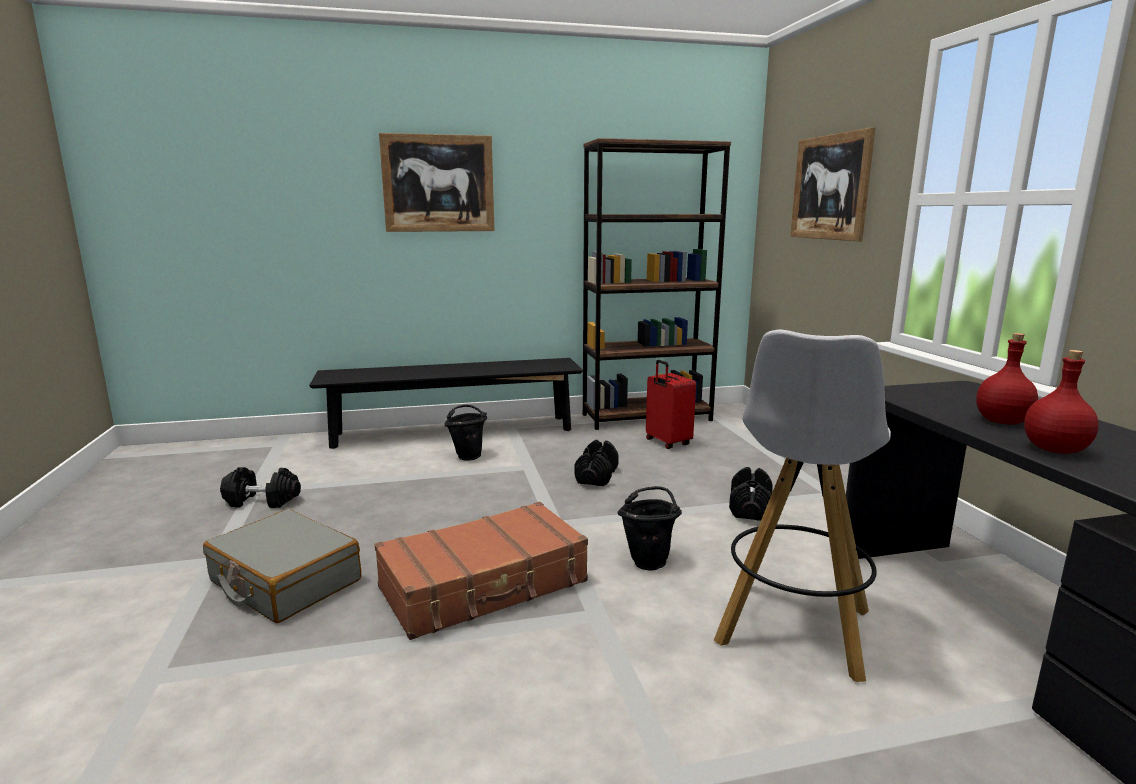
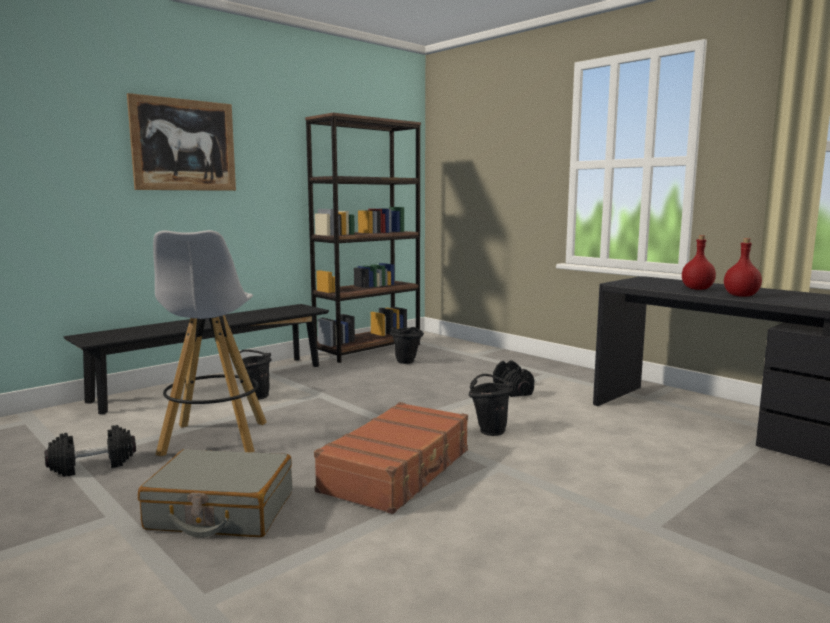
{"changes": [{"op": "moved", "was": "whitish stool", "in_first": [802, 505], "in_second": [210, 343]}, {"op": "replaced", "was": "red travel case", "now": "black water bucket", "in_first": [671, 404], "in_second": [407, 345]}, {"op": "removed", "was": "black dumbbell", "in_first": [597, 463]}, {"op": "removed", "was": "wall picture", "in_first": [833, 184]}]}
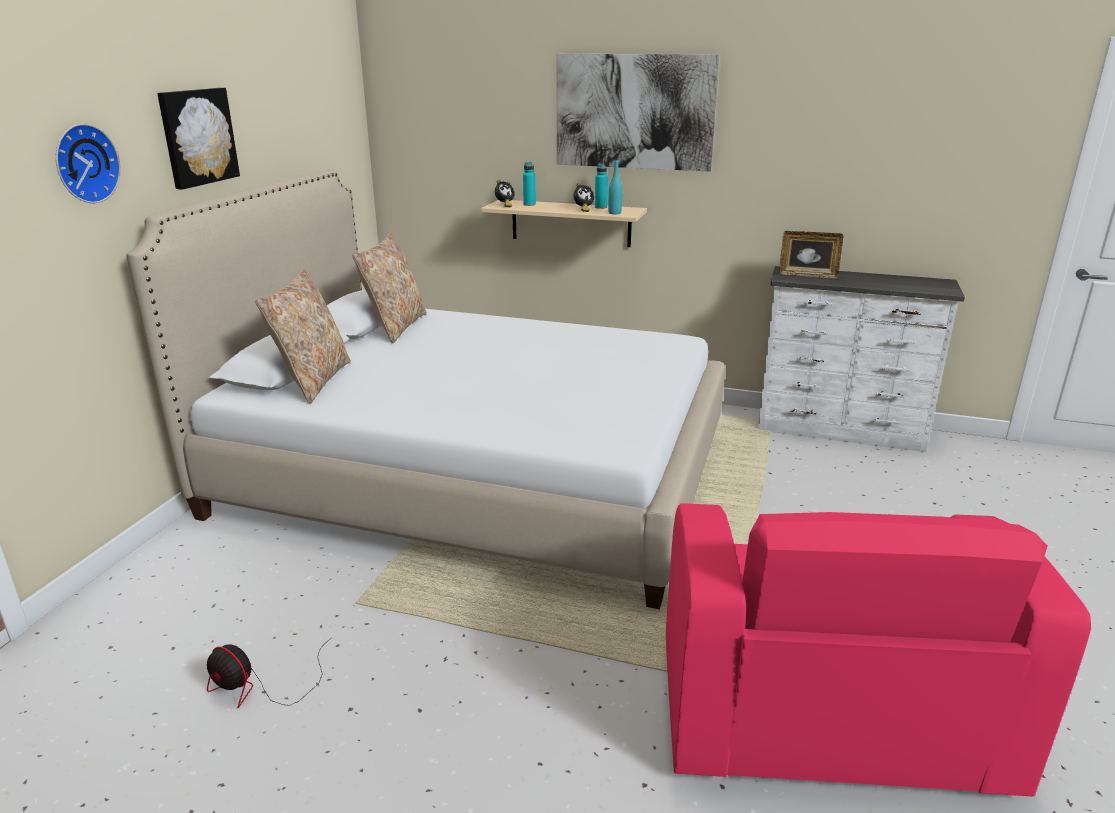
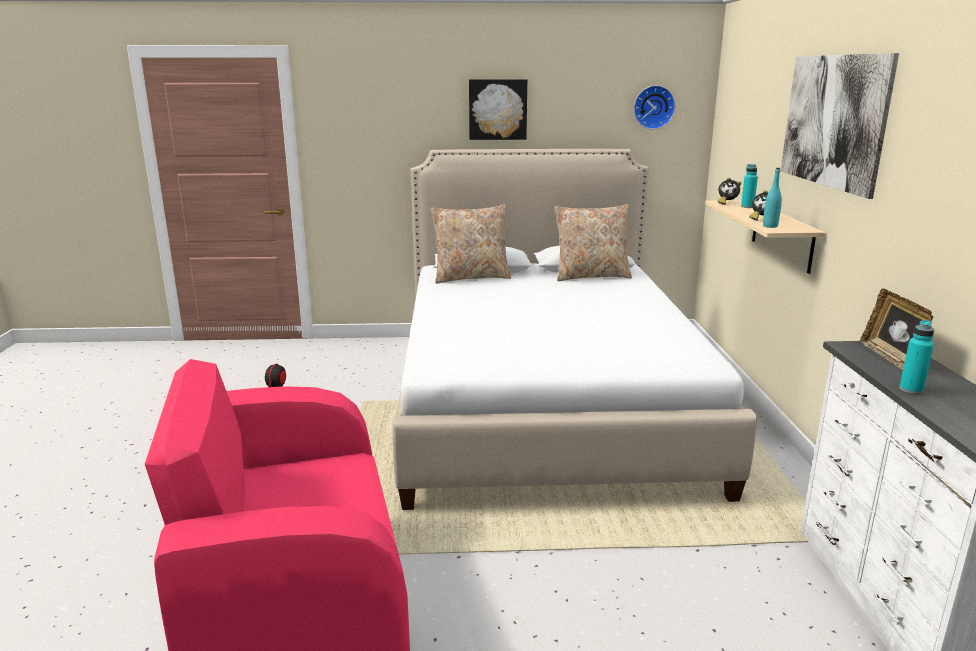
{"changes": [{"op": "moved", "was": "wall clock", "in_first": [88, 163], "in_second": [654, 107]}, {"op": "moved", "was": "turquoise-coloured beverage bottle", "in_first": [601, 186], "in_second": [916, 357]}]}
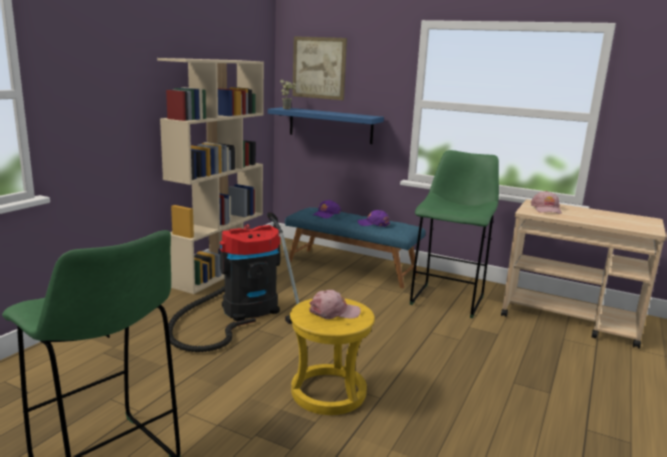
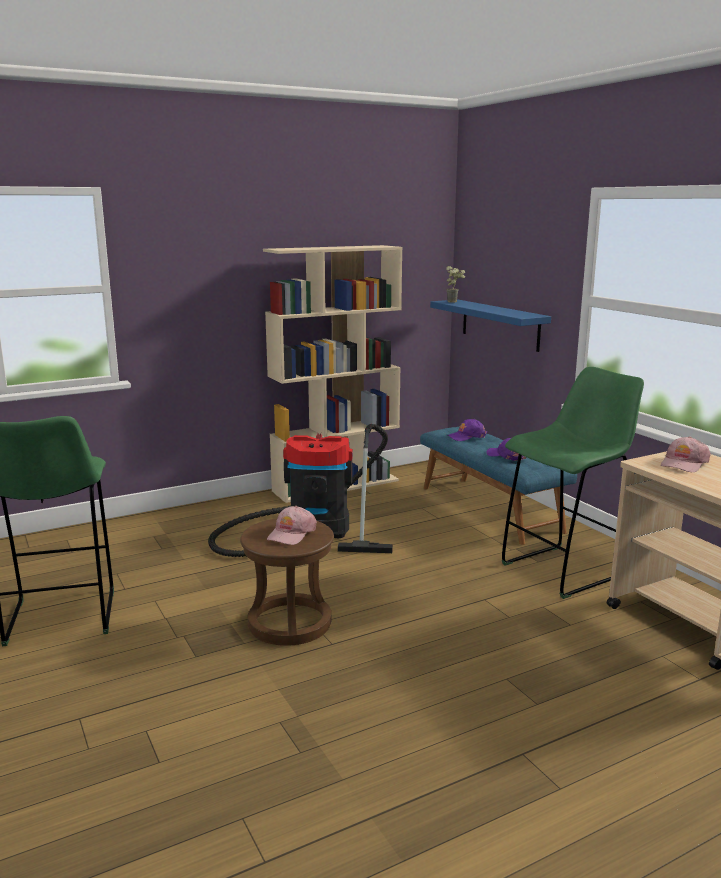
{"changes": [{"op": "recoloured", "was": "yellow stool", "now": "brown-coloured stool", "in_first": [332, 356], "in_second": [287, 582]}, {"op": "turned", "was": "pink peaked cap", "in_first": [335, 304], "in_second": [292, 525], "clockwise": 90}, {"op": "removed", "was": "wall picture", "in_first": [319, 68]}]}
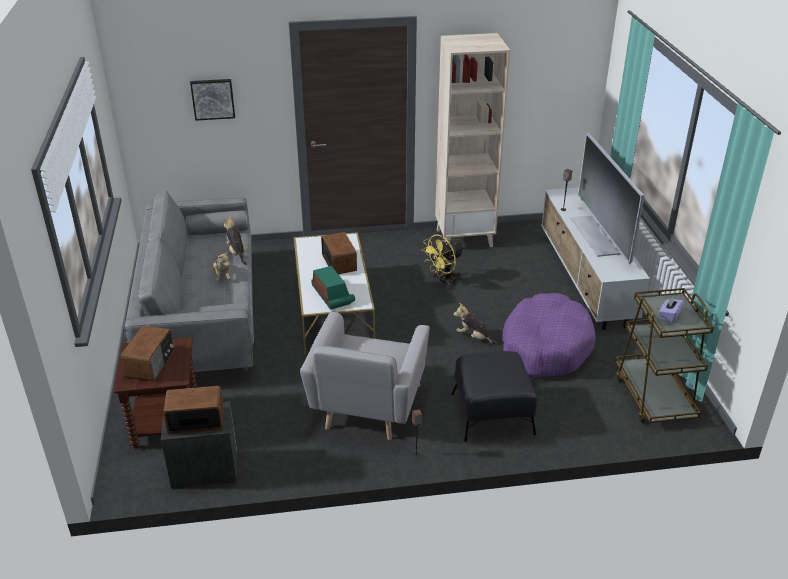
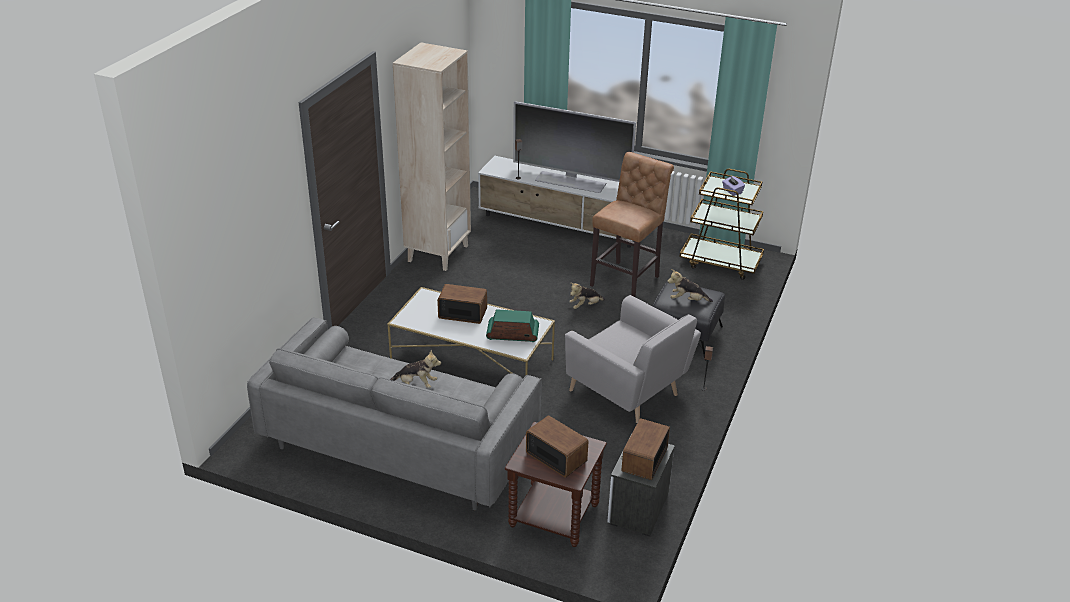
{"changes": [{"op": "replaced", "was": "purple-coloured dog cushion", "now": "brown-coloured stool", "in_first": [549, 335], "in_second": [632, 224]}, {"op": "moved", "was": "cuddly toy", "in_first": [236, 240], "in_second": [690, 285]}, {"op": "removed", "was": "wall picture", "in_first": [212, 100]}, {"op": "removed", "was": "yellow electric fan", "in_first": [442, 261]}]}
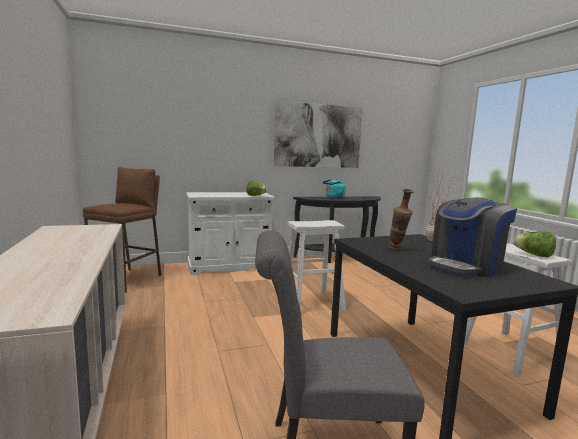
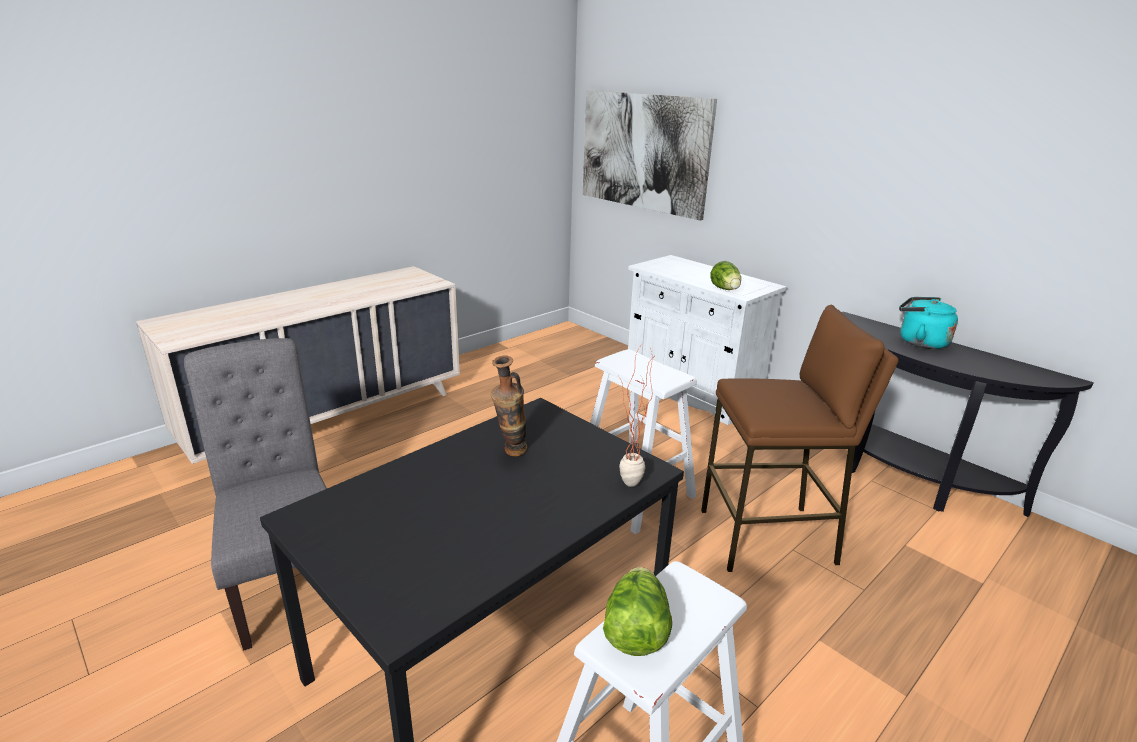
{"changes": [{"op": "moved", "was": "wall picture", "in_first": [318, 134], "in_second": [650, 155]}, {"op": "moved", "was": "brown-coloured stool", "in_first": [122, 230], "in_second": [800, 438]}, {"op": "removed", "was": "coffee brewer", "in_first": [473, 237]}]}
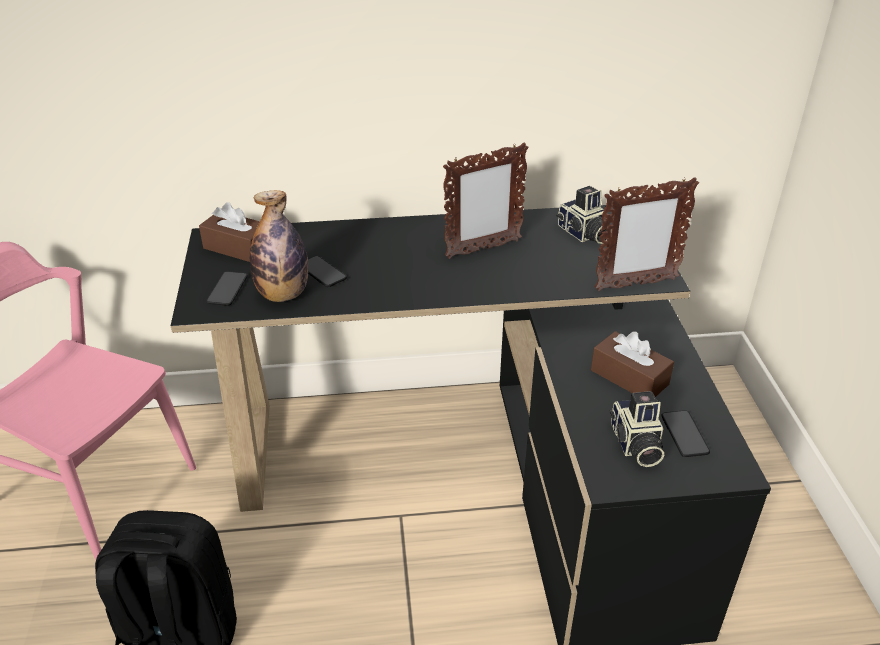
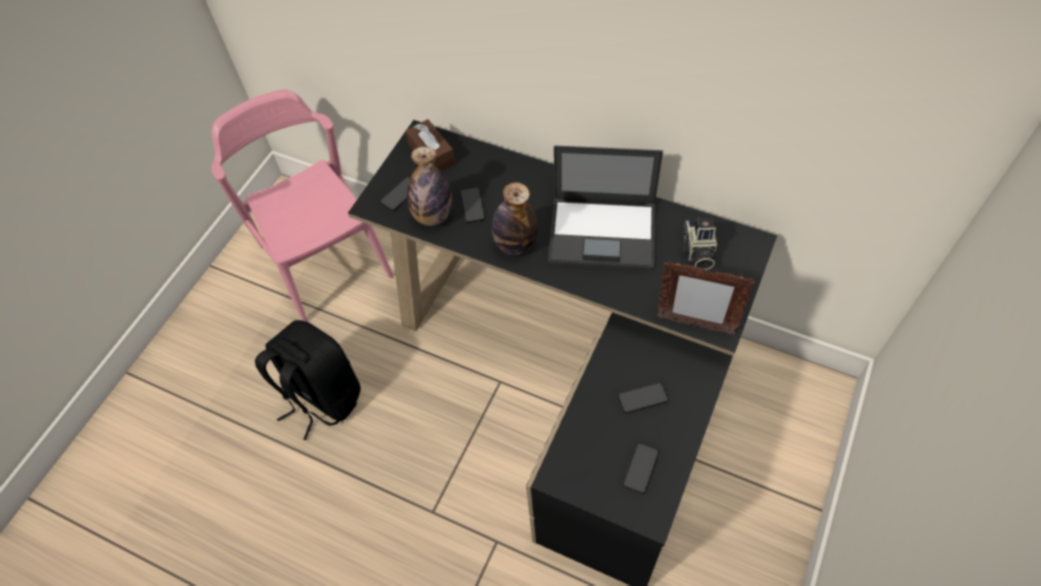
{"changes": [{"op": "added", "now": "beverage bottle", "in_second": [515, 218]}, {"op": "replaced", "was": "photo frame", "now": "portable computer", "in_first": [486, 201], "in_second": [605, 207]}, {"op": "replaced", "was": "brown-coloured tissue box", "now": "phone", "in_first": [632, 364], "in_second": [643, 397]}, {"op": "removed", "was": "photo camera", "in_first": [636, 429]}]}
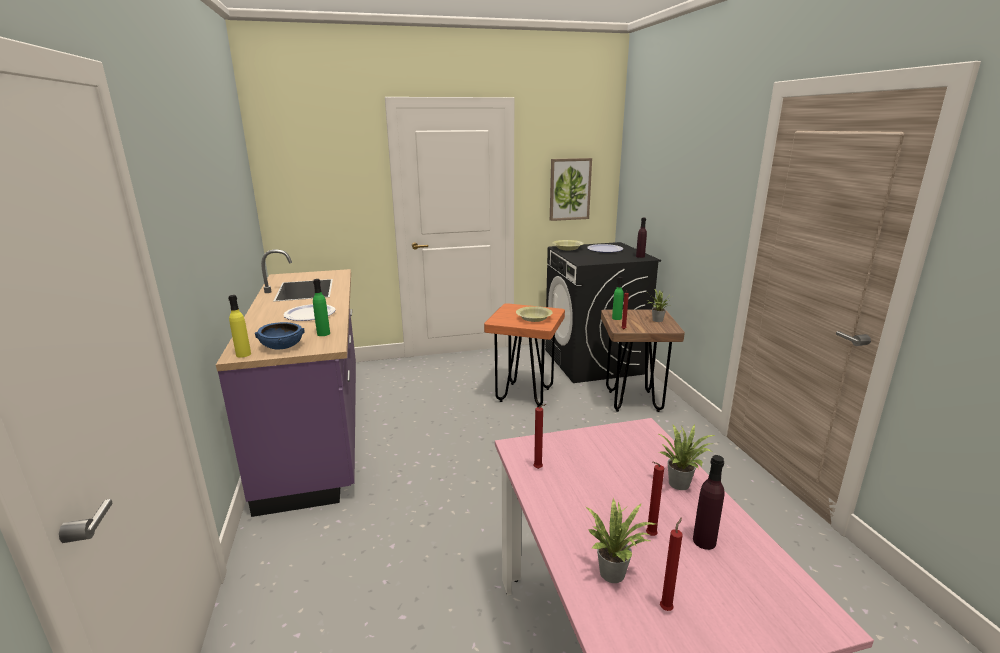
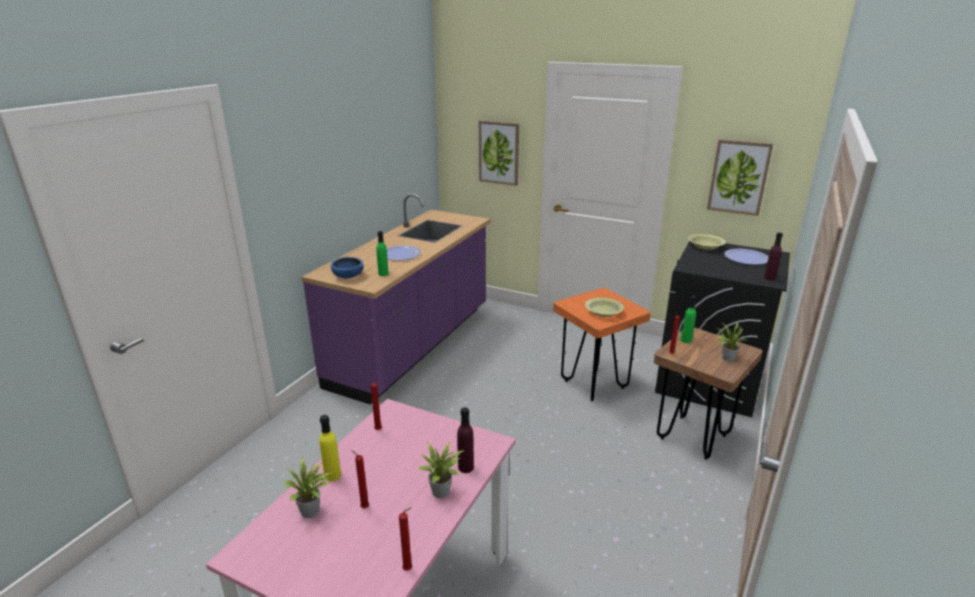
{"changes": [{"op": "moved", "was": "yellow beverage bottle", "in_first": [239, 326], "in_second": [330, 448]}, {"op": "moved", "was": "red wax light", "in_first": [671, 564], "in_second": [405, 539]}, {"op": "moved", "was": "purple-coloured beverage bottle", "in_first": [708, 502], "in_second": [465, 440]}, {"op": "added", "now": "wall picture", "in_second": [499, 153]}]}
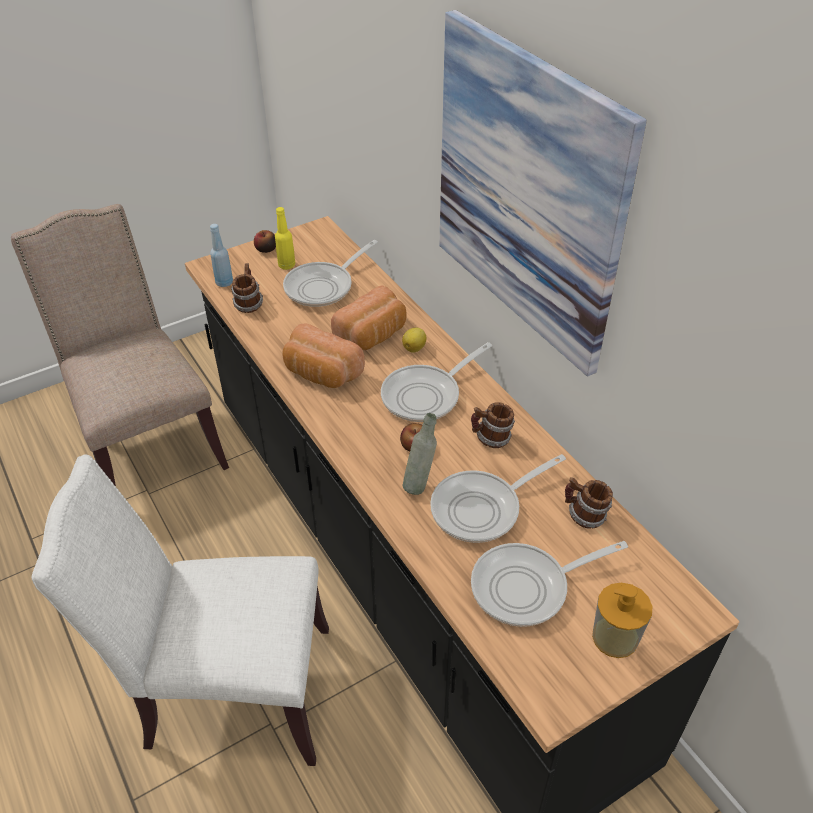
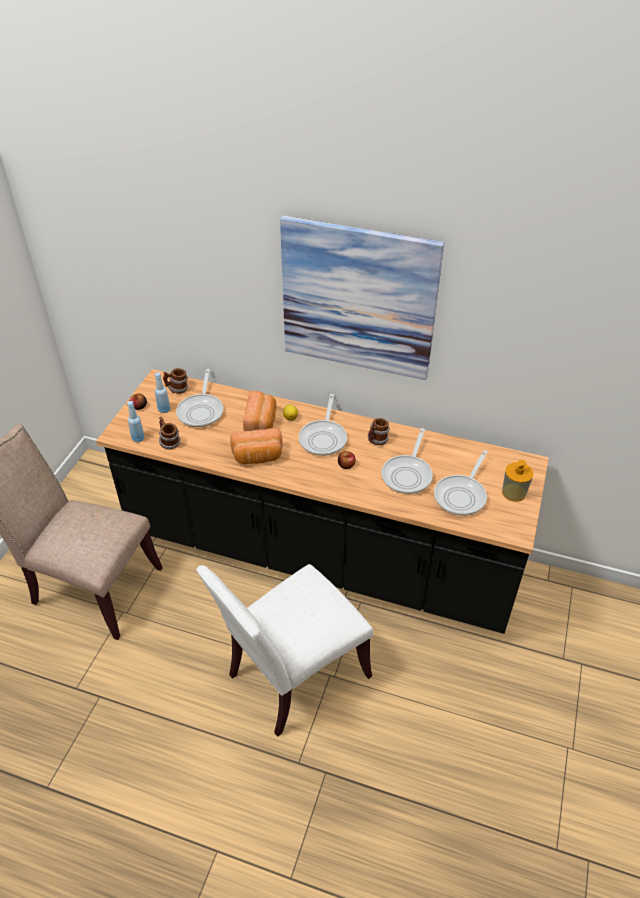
{"changes": [{"op": "recoloured", "was": "yellow beverage bottle", "now": "blue beverage bottle", "in_first": [285, 238], "in_second": [162, 392]}, {"op": "moved", "was": "coffee mug", "in_first": [589, 503], "in_second": [175, 381]}, {"op": "removed", "was": "greyish beverage bottle", "in_first": [420, 454]}]}
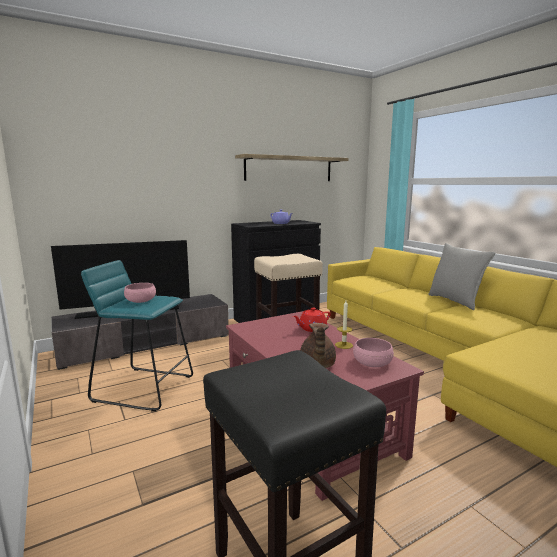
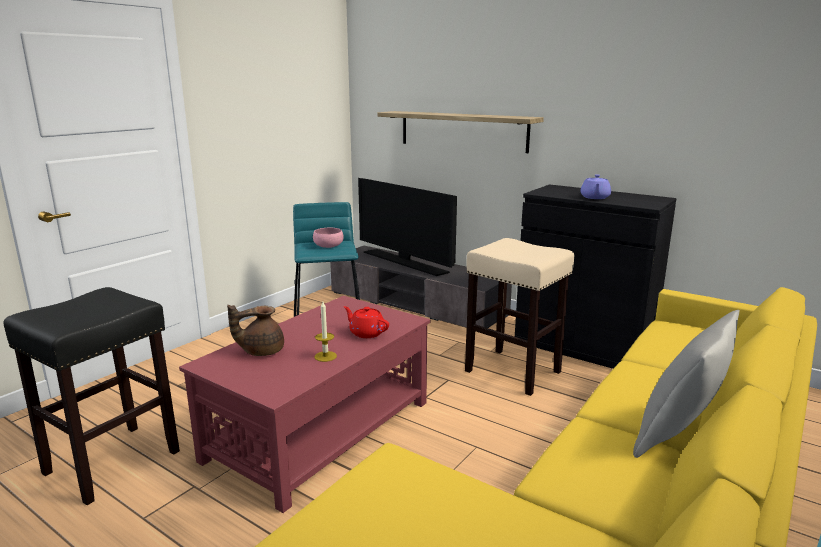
{"changes": [{"op": "moved", "was": "wall shelf", "in_first": [292, 167], "in_second": [461, 132]}, {"op": "removed", "was": "pink serving bowl", "in_first": [373, 352]}]}
